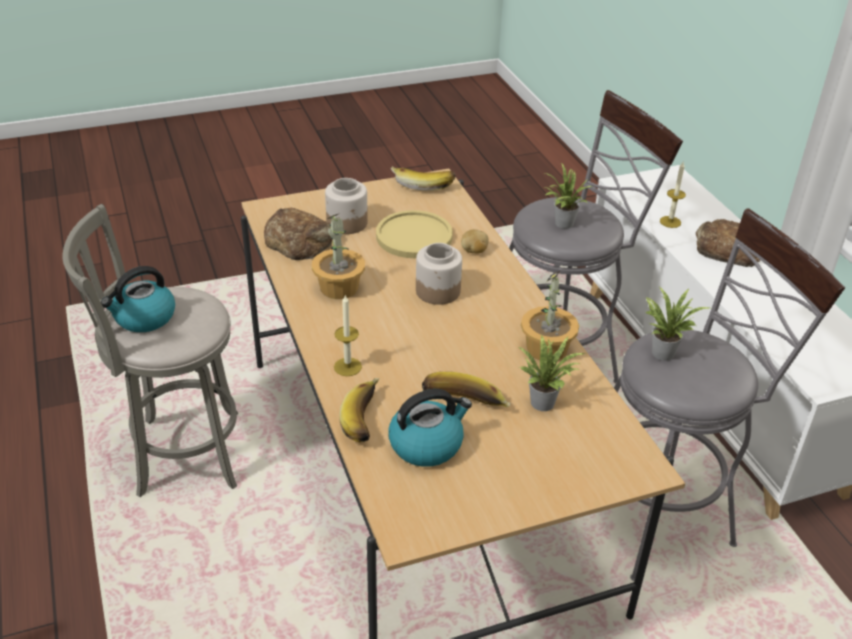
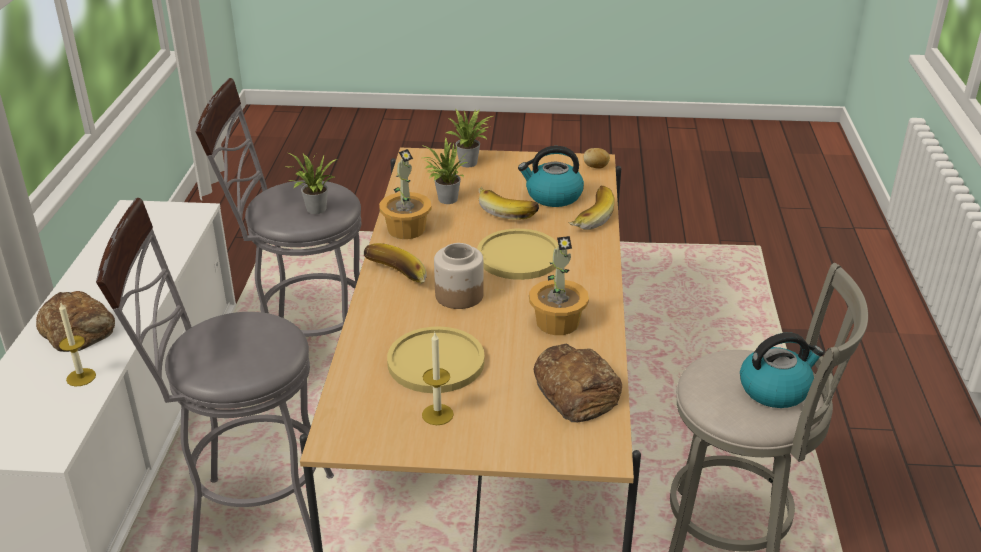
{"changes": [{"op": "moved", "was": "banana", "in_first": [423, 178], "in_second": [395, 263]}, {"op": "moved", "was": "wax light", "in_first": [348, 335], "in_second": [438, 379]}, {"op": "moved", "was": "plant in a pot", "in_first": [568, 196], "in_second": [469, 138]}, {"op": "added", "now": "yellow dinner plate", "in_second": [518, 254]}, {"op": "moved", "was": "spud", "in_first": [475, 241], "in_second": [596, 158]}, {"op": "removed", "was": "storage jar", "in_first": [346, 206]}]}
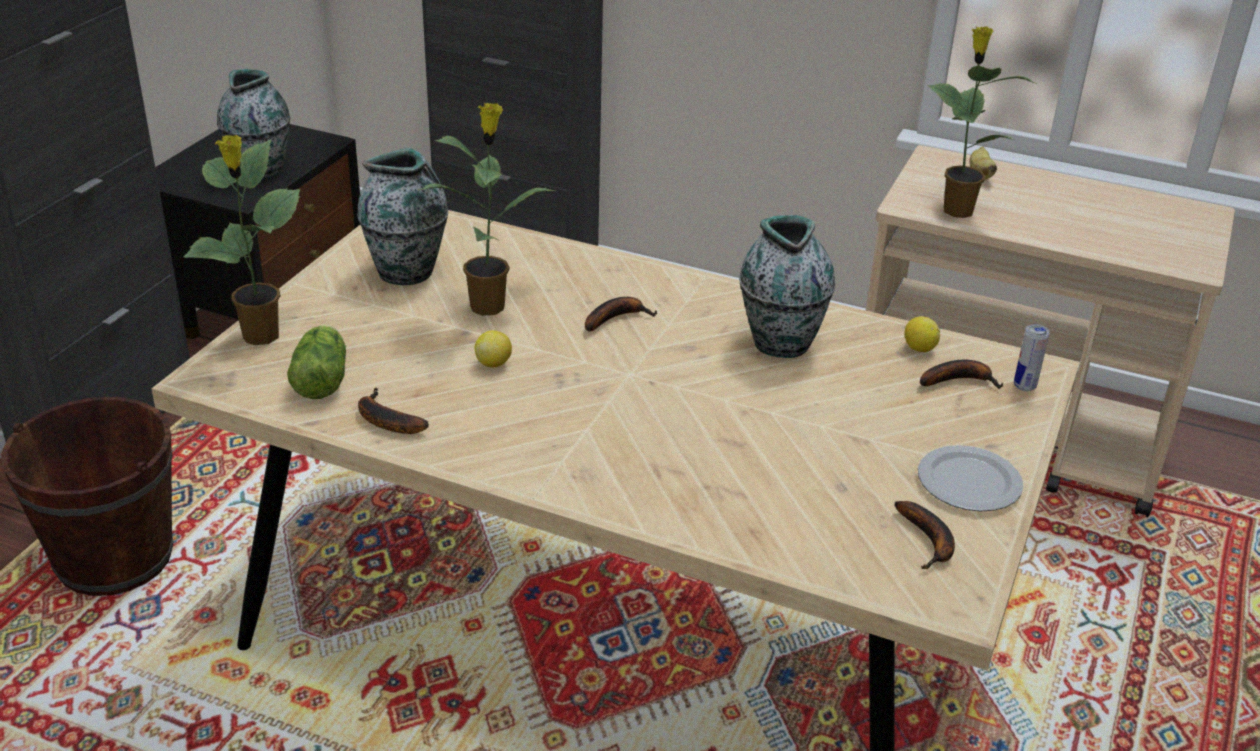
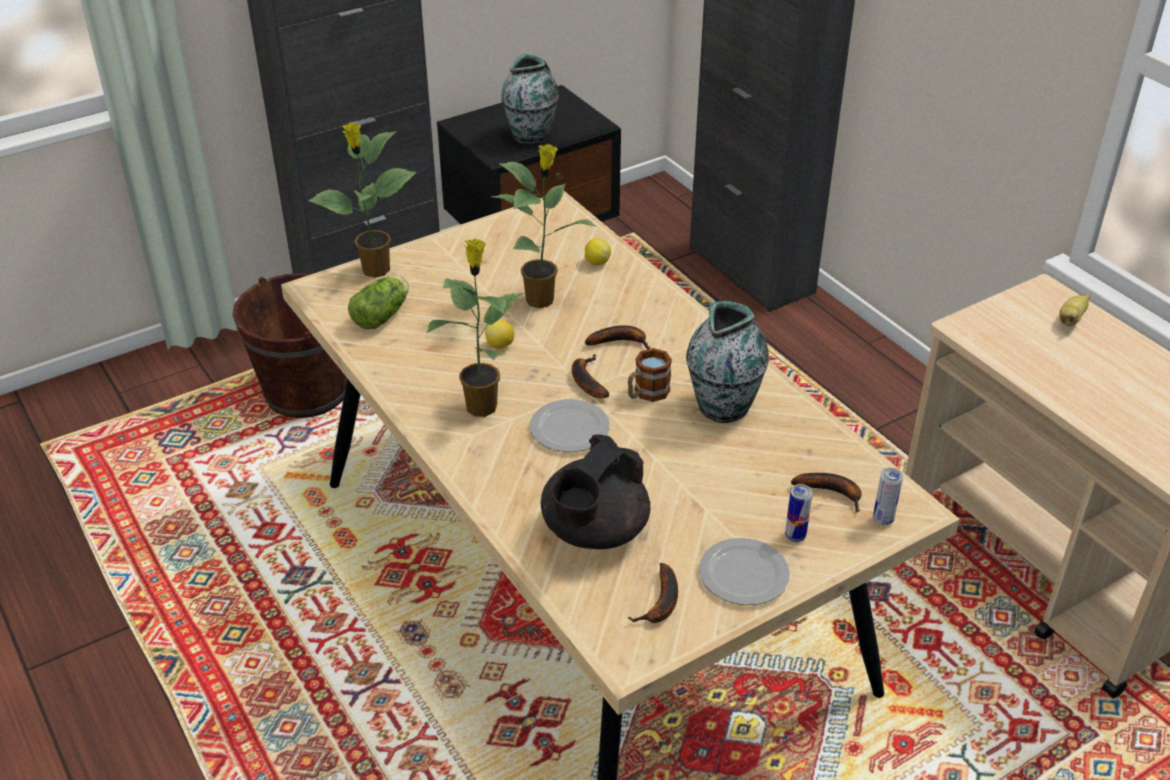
{"changes": [{"op": "moved", "was": "plant in a pot", "in_first": [982, 122], "in_second": [475, 327]}, {"op": "added", "now": "dinner plate", "in_second": [570, 425]}, {"op": "added", "now": "black tea pot", "in_second": [595, 491]}, {"op": "moved", "was": "banana", "in_first": [393, 410], "in_second": [590, 376]}, {"op": "moved", "was": "lemon", "in_first": [922, 334], "in_second": [598, 251]}, {"op": "added", "now": "coffee mug", "in_second": [650, 375]}, {"op": "added", "now": "can", "in_second": [799, 513]}, {"op": "removed", "was": "decorative vase", "in_first": [402, 216]}]}
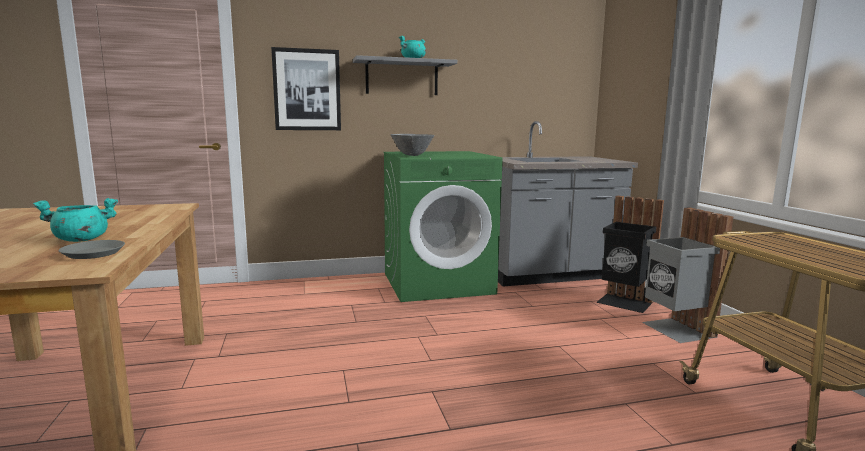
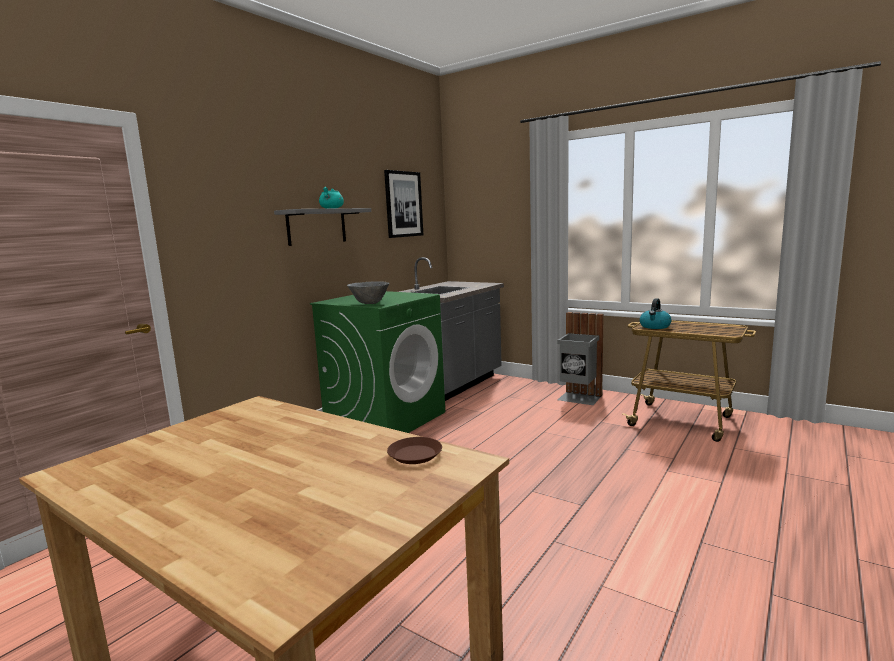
{"changes": [{"op": "moved", "was": "wall picture", "in_first": [306, 88], "in_second": [403, 204]}, {"op": "recoloured", "was": "greyish dinner plate", "now": "brown-coloured dinner plate", "in_first": [91, 249], "in_second": [414, 450]}, {"op": "added", "now": "water kettle", "in_second": [655, 313]}, {"op": "removed", "was": "turquoise-coloured saucepot", "in_first": [75, 220]}, {"op": "removed", "was": "black waste bin", "in_first": [630, 254]}]}
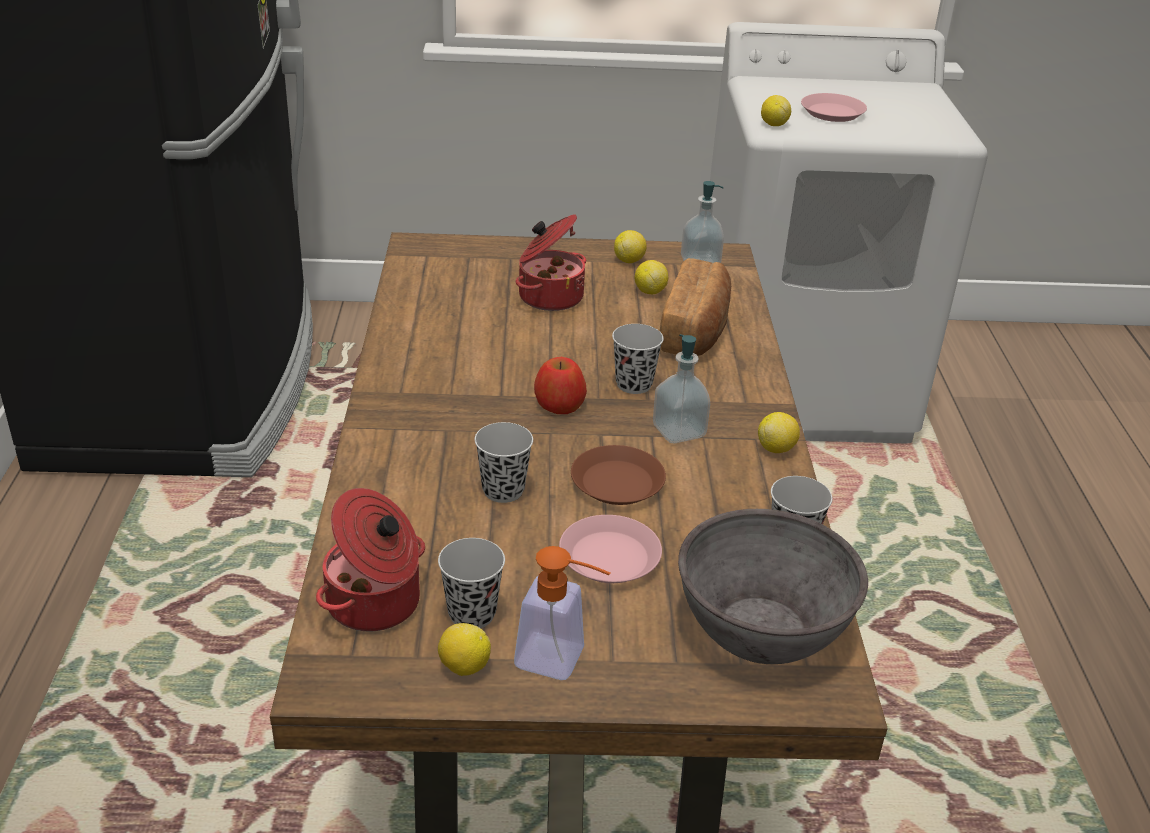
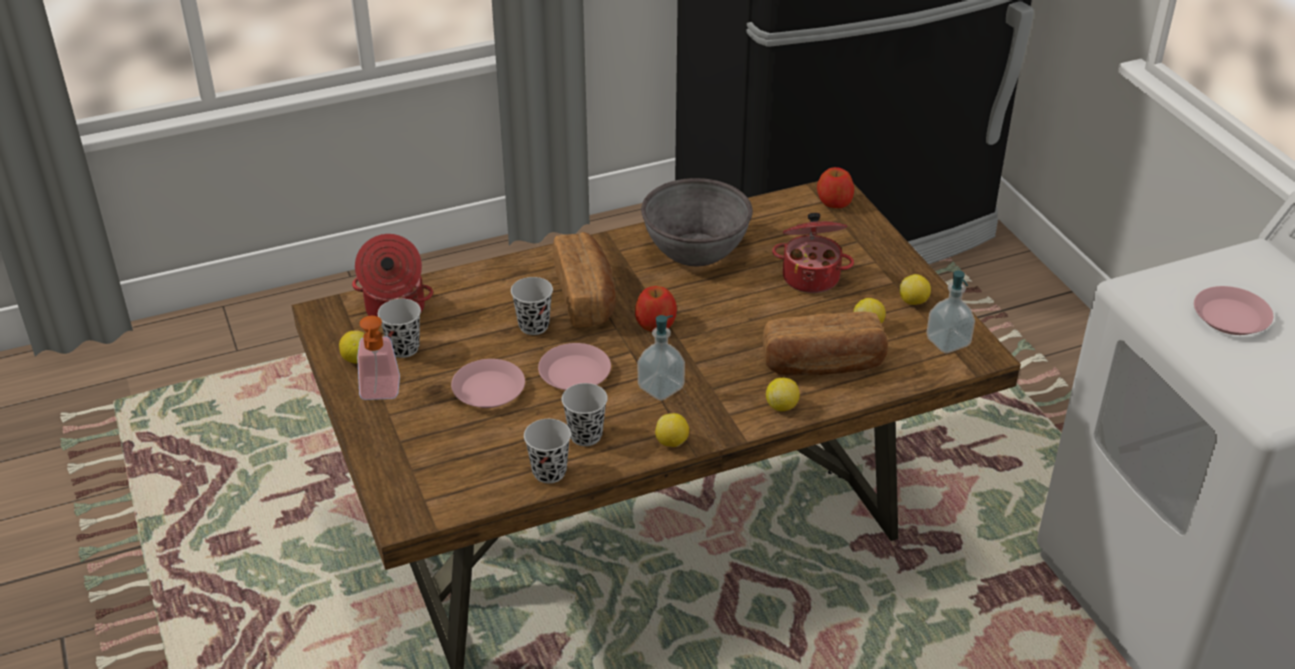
{"changes": [{"op": "recoloured", "was": "brown-coloured dinner plate", "now": "pink dinner plate", "in_first": [618, 475], "in_second": [574, 366]}, {"op": "added", "now": "baked bread", "in_second": [584, 279]}, {"op": "moved", "was": "black cup", "in_first": [638, 359], "in_second": [585, 414]}, {"op": "moved", "was": "greyish serving bowl", "in_first": [773, 586], "in_second": [697, 222]}, {"op": "moved", "was": "lemon", "in_first": [776, 110], "in_second": [783, 394]}, {"op": "added", "now": "apple", "in_second": [835, 187]}]}
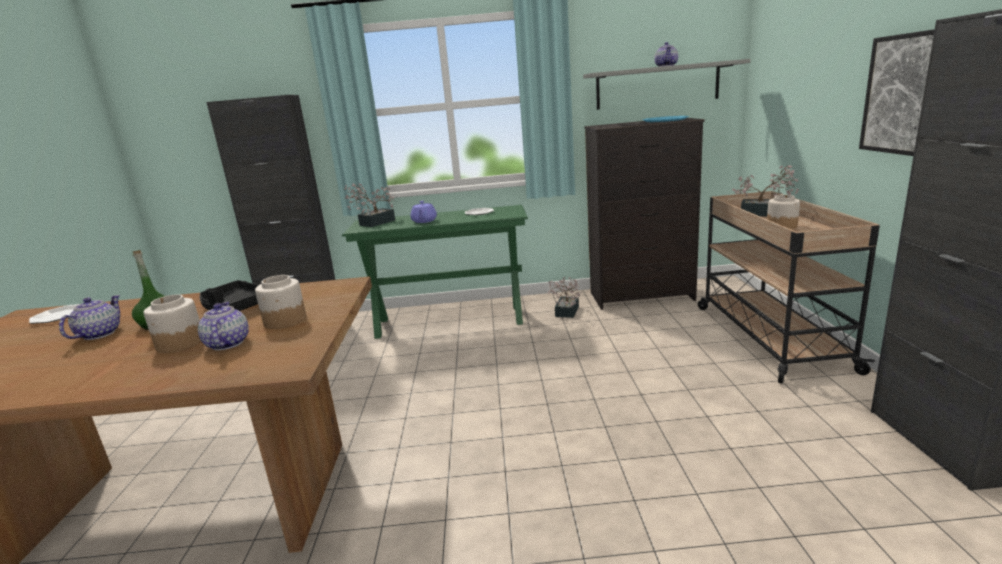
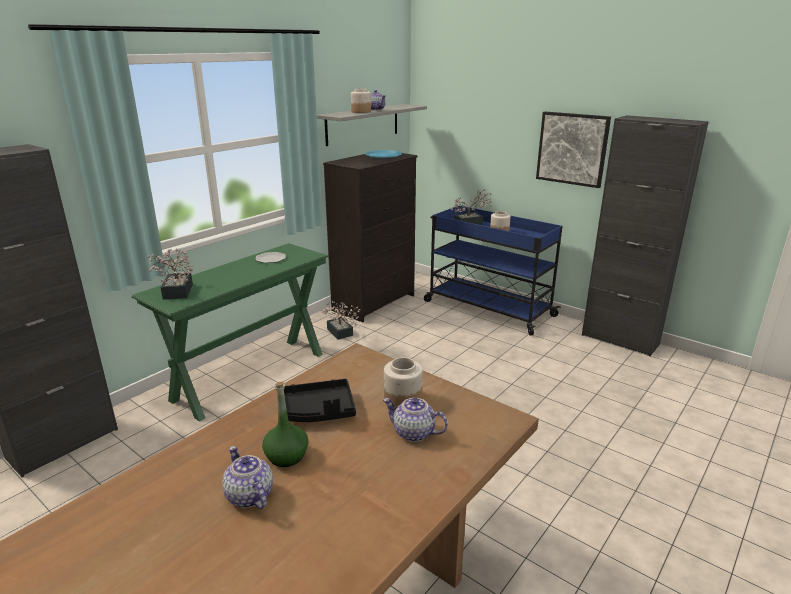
{"changes": [{"op": "moved", "was": "storage jar", "in_first": [172, 323], "in_second": [361, 101]}, {"op": "recoloured", "was": "beige-coloured wheeled cart", "now": "blue wheeled cart", "in_first": [789, 287], "in_second": [493, 271]}, {"op": "removed", "was": "dinner plate", "in_first": [54, 314]}, {"op": "removed", "was": "purple-coloured tea pot", "in_first": [423, 212]}]}
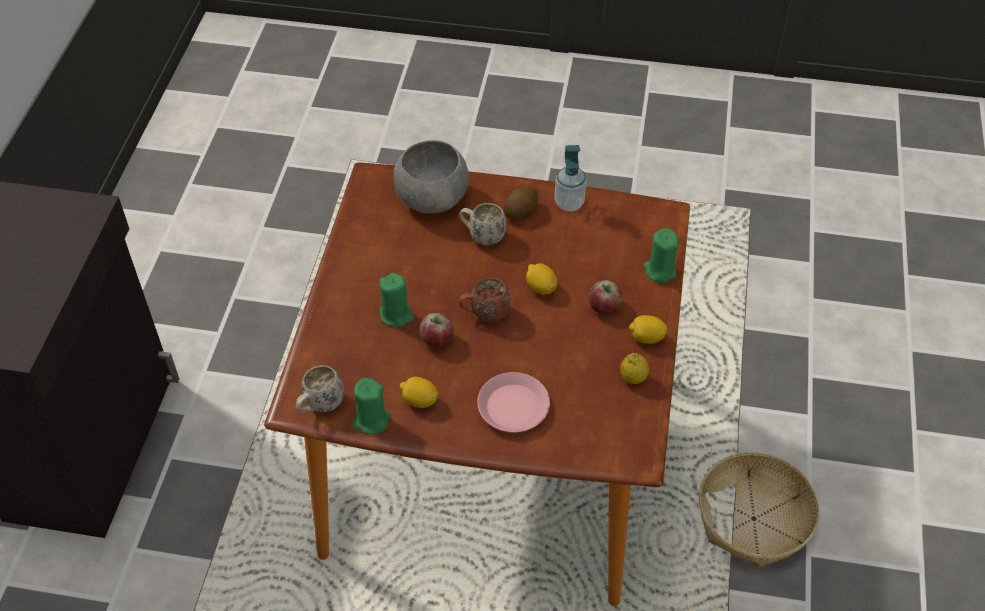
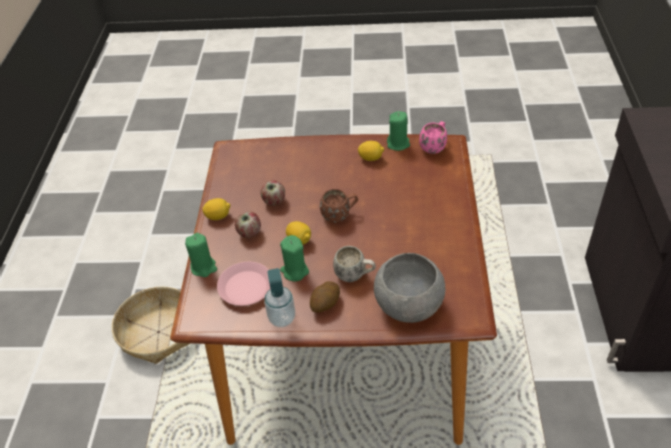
{"changes": [{"op": "moved", "was": "pink dinner plate", "in_first": [513, 402], "in_second": [243, 284]}, {"op": "moved", "was": "apple", "in_first": [437, 330], "in_second": [272, 193]}, {"op": "moved", "was": "green-coloured wax light", "in_first": [396, 300], "in_second": [294, 258]}, {"op": "recoloured", "was": "whitish coffee mug", "now": "pink coffee mug", "in_first": [320, 388], "in_second": [433, 137]}, {"op": "removed", "was": "lemon", "in_first": [634, 368]}]}
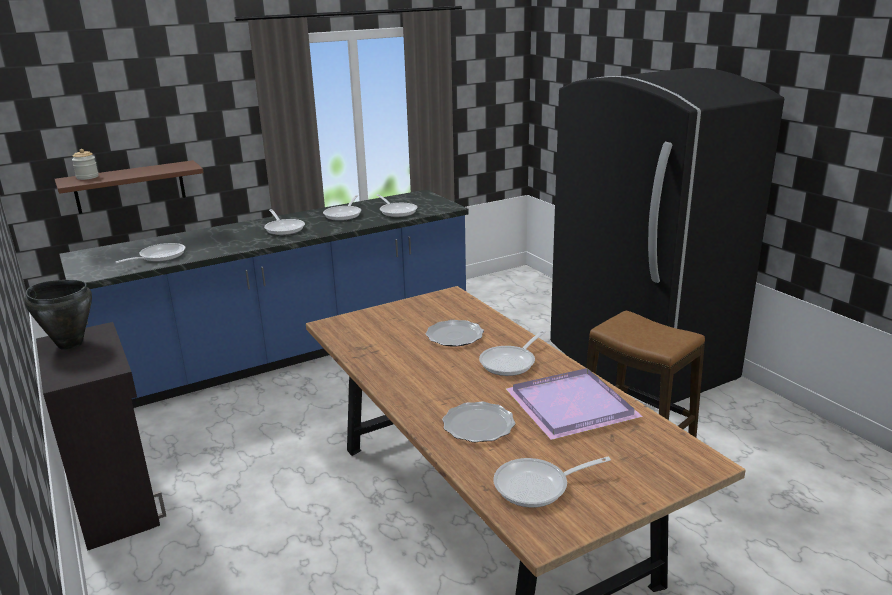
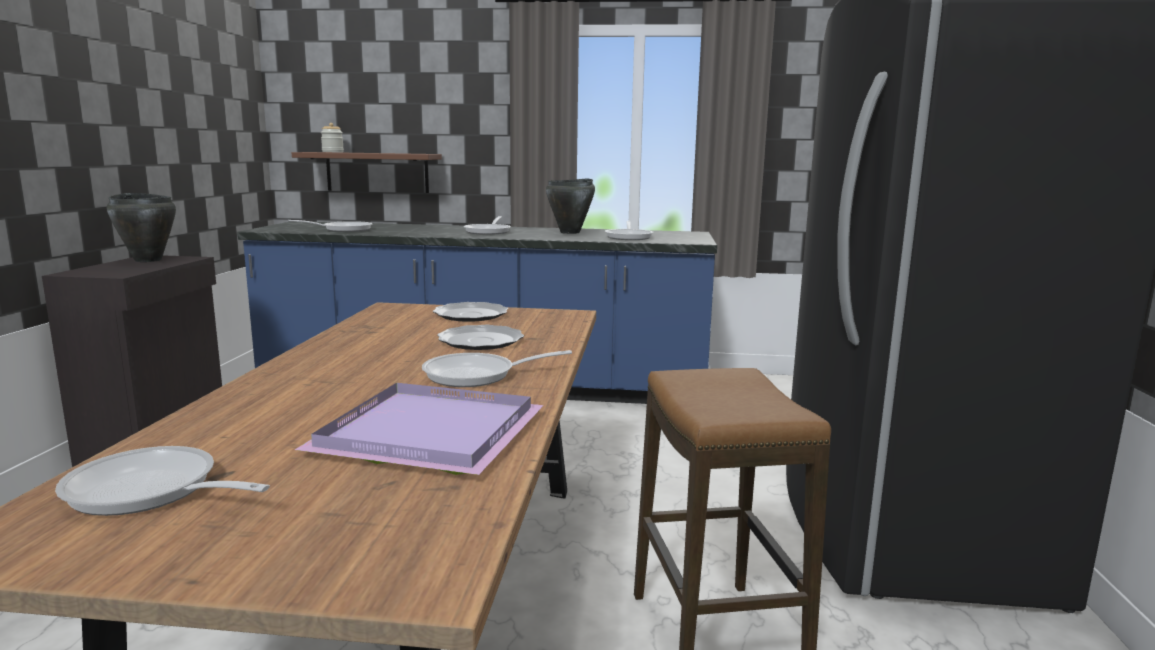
{"changes": [{"op": "moved", "was": "dinner plate", "in_first": [478, 421], "in_second": [470, 312]}, {"op": "replaced", "was": "skillet", "now": "black saucepot", "in_first": [342, 208], "in_second": [570, 206]}]}
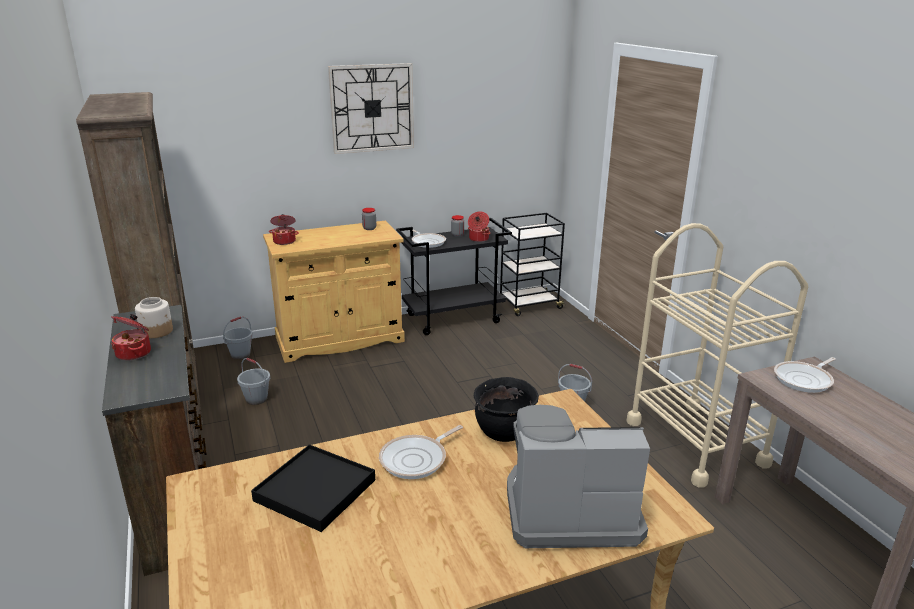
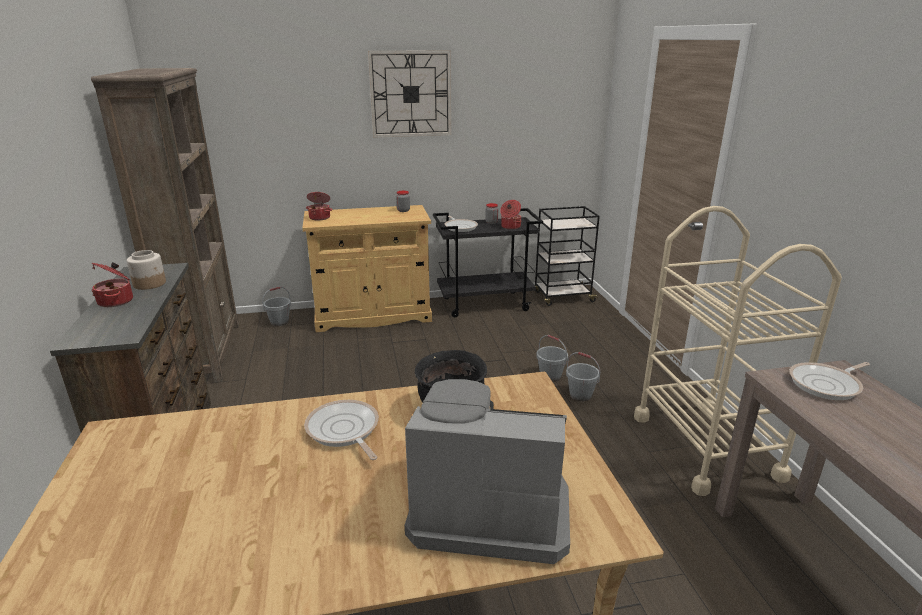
{"changes": [{"op": "turned", "was": "skillet", "in_first": [421, 452], "in_second": [341, 430], "clockwise": 90}, {"op": "moved", "was": "greyish water bucket", "in_first": [253, 381], "in_second": [552, 358]}, {"op": "removed", "was": "black carrying tray", "in_first": [313, 488]}]}
